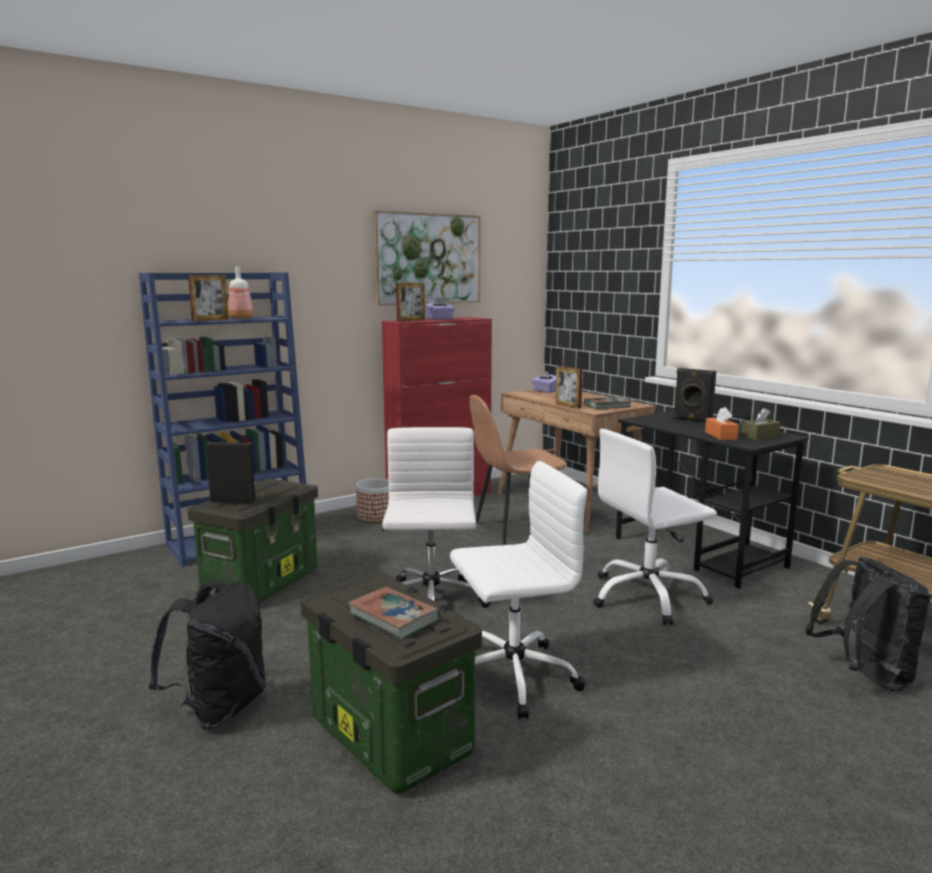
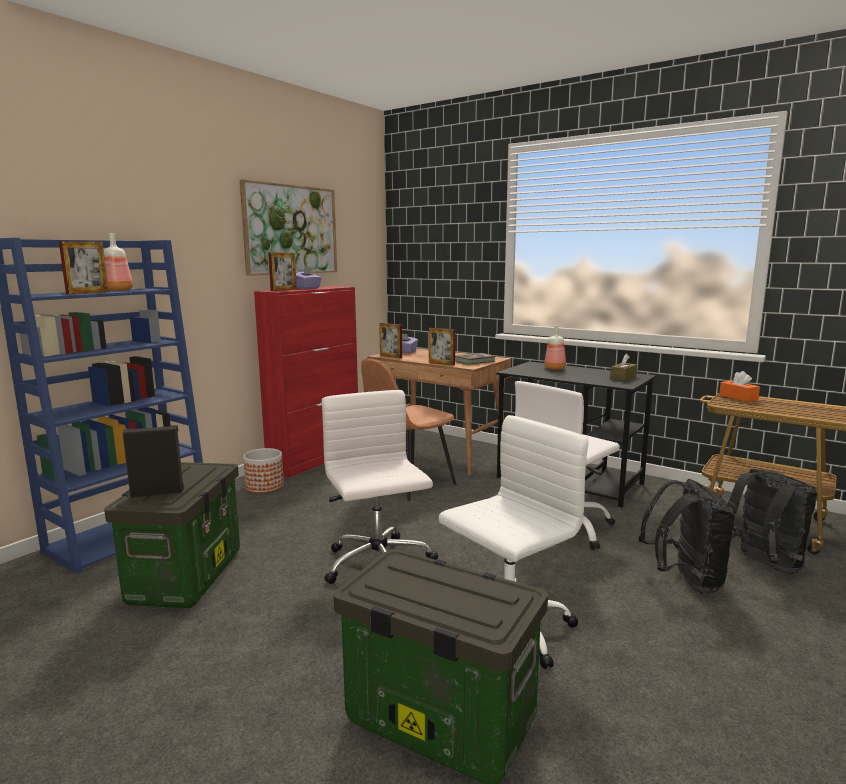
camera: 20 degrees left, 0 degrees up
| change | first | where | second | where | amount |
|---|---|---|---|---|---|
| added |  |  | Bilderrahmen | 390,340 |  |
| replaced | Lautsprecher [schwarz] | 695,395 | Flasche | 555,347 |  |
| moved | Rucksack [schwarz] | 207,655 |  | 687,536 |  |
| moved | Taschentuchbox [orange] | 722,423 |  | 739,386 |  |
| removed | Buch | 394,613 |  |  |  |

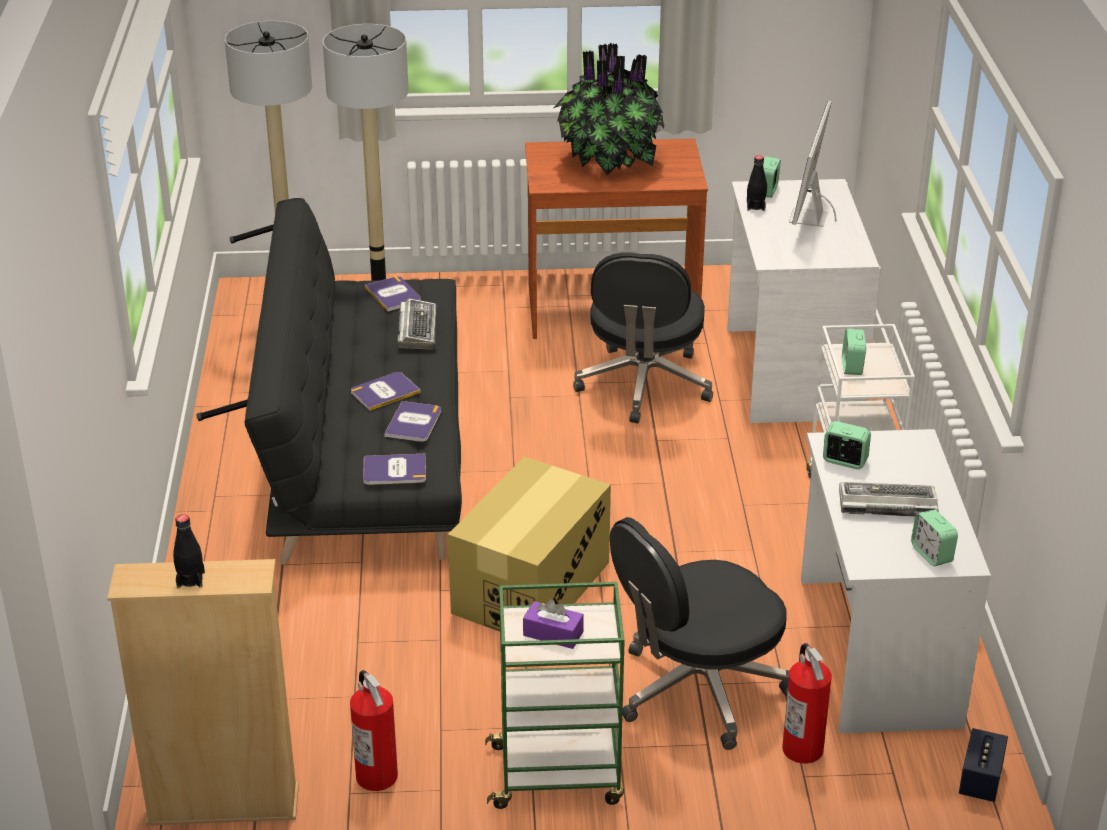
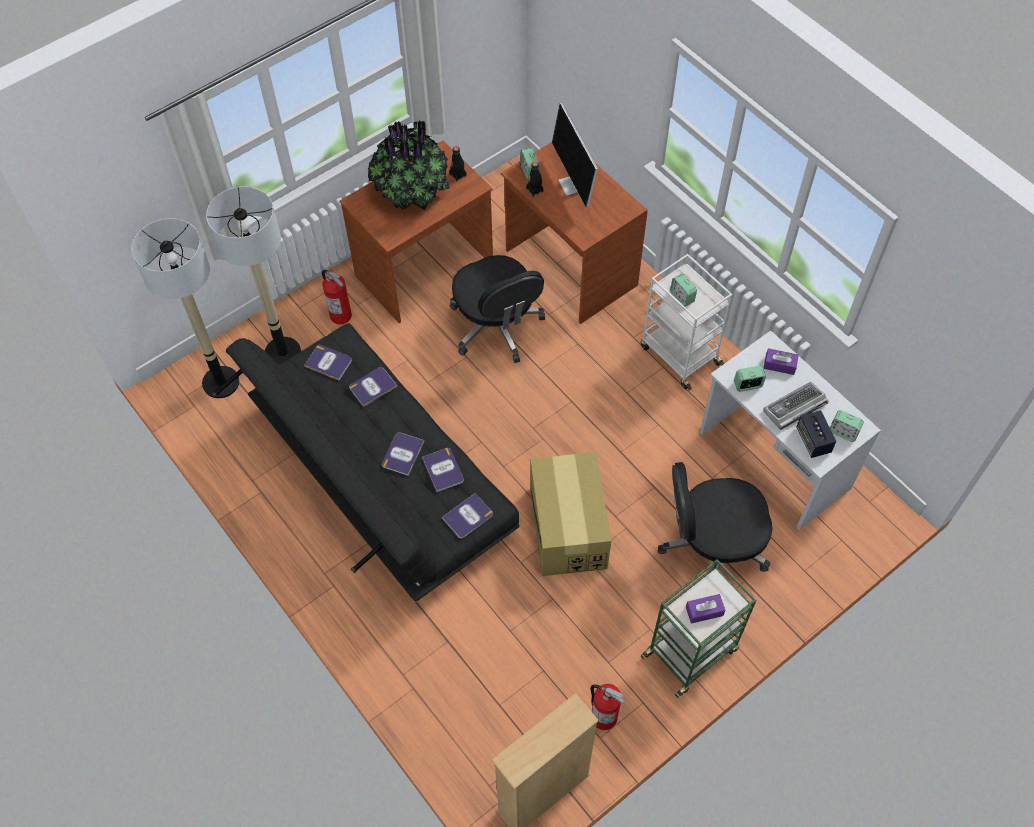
camera: 35 degrees left, 25 degrees up
| change | first | where | second | where | amount |
|---|---|---|---|---|---|
| moved | Feuerlöscher | 807,703 |  | 337,297 |  |
| replaced | Tastatur | 417,324 | Buch | 373,387 |  |
| moved | Flasche [schwarz] | 189,551 |  | 457,164 |  |
| recoloured | Schreibtisch [weiß] | 804,301 | Schreibtisch [braun] | 574,233 |  |
| turned | Bürostuhl [schwarz] | 699,633 |  | 715,517 | 60 degrees clockwise |
| added |  |  | Taschentuchbox [lila] | 781,361 |  |
| moved | Lautsprecher | 983,765 |  | 816,434 |  |

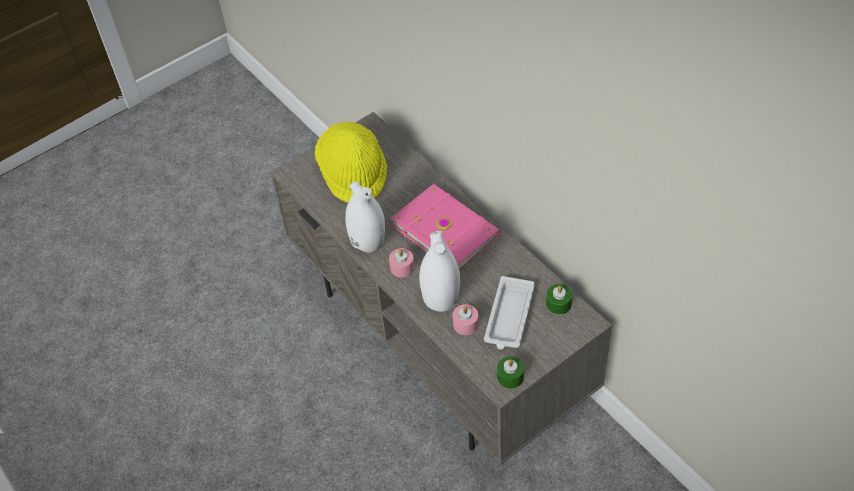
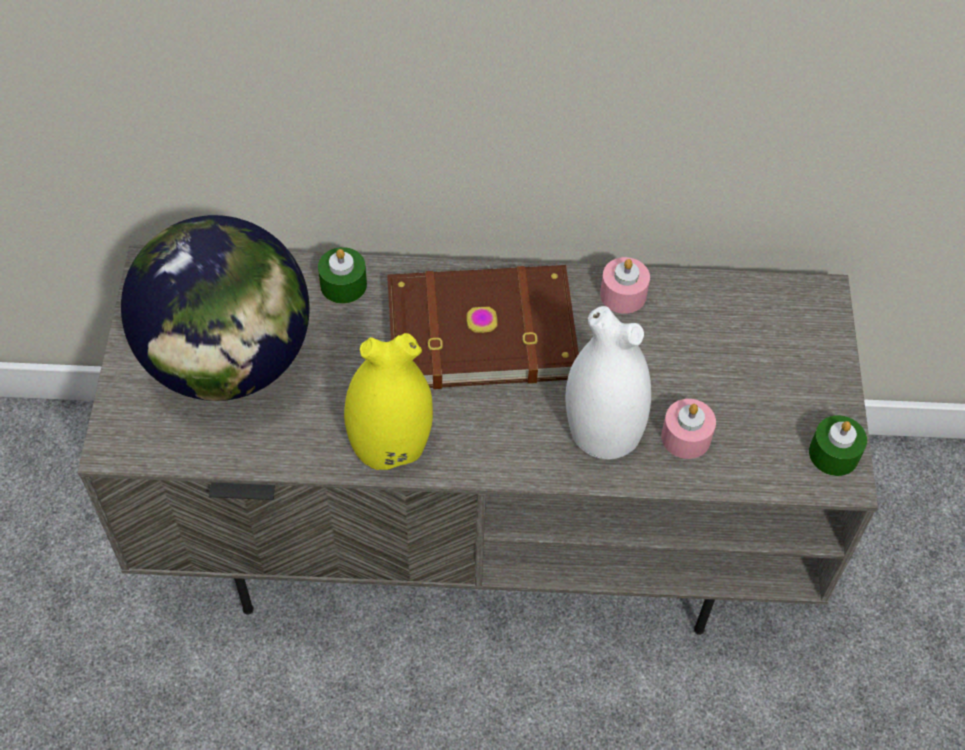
camera: 55 degrees left, 5 degrees up
| change | first | where | second | where | amount |
|---|---|---|---|---|---|
| replaced | Hut [gelb] | 351,162 | Globus | 215,308 |  |
| moved | Kerze [grün] | 559,299 |  | 342,275 |  |
| recoloured | Vase [weiß] | 365,217 | Vase [gelb] | 388,401 |  |
| recoloured | Buch [rosa] | 446,227 | Buch [braun] | 483,327 |  |
| moved | Kerze [rosa] | 401,262 |  | 625,285 |  |
| removed | Tablett [weiß] | 509,313 |  |  |  |

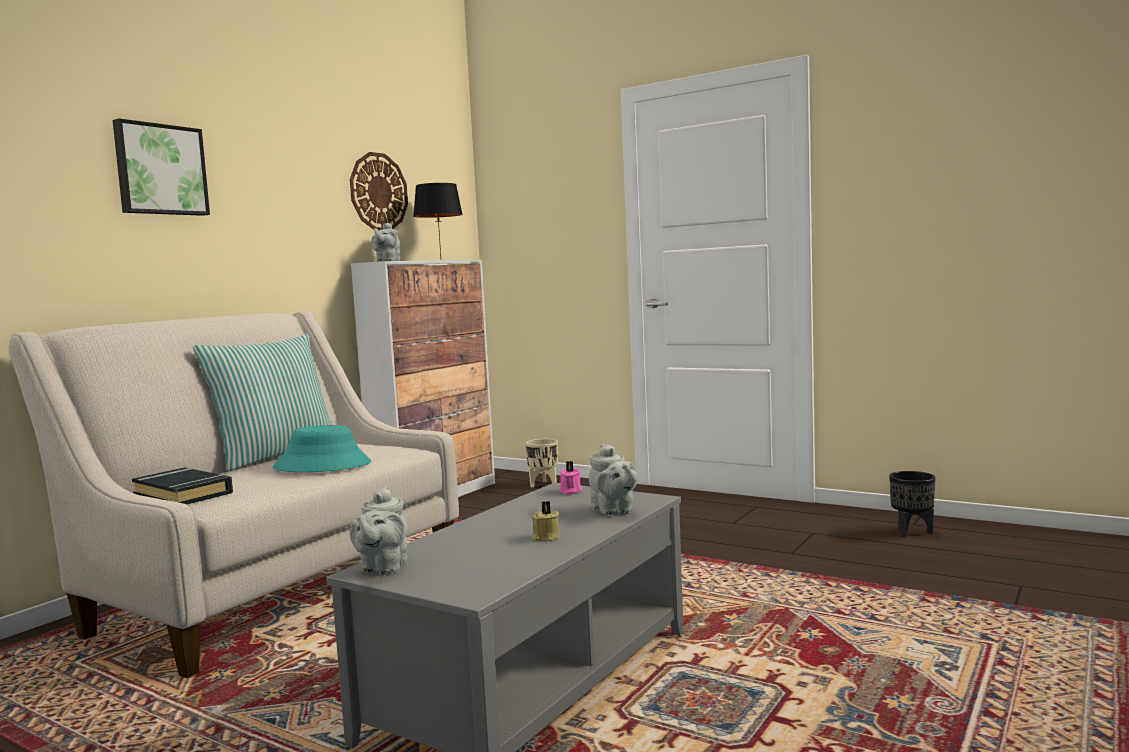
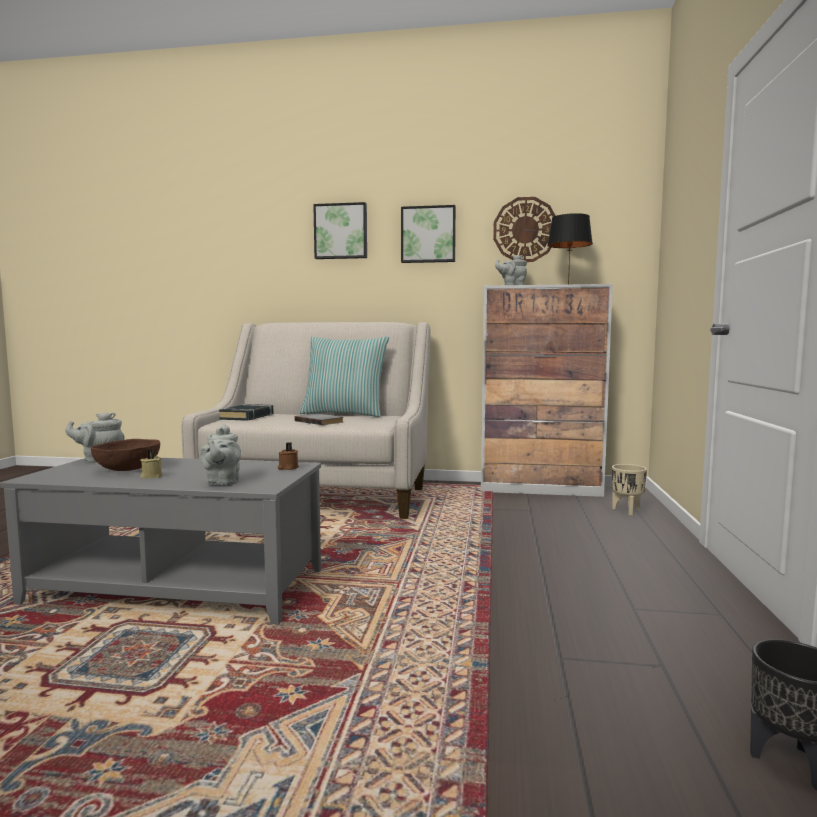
camera: 65 degrees right, 0 degrees up
| change | first | where | second | where | amount |
|---|---|---|---|---|---|
| added |  |  | Schüssel [braun] | 125,455 |  |
| turned | Teekanne [grau] | 613,479 |  | 220,455 | 45 degrees counterclockwise |
| recoloured | Kerze [rosa] | 571,477 | Kerze [braun] | 288,456 |  |
| replaced | Hut [türkis] | 322,448 | Buch [grau] | 318,419 |  |
| added |  |  | Bild | 428,234 |  |

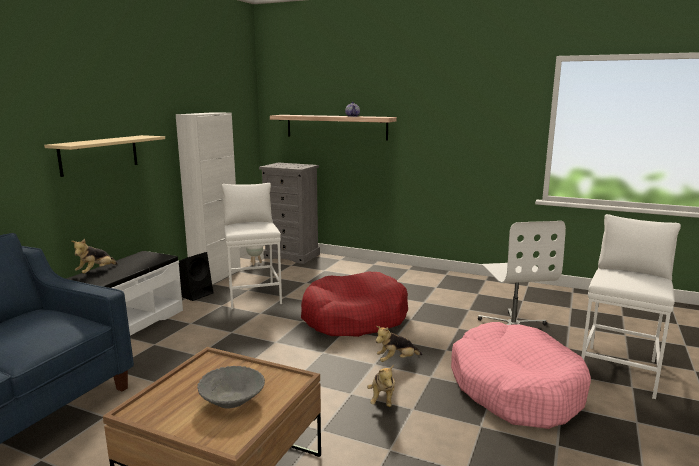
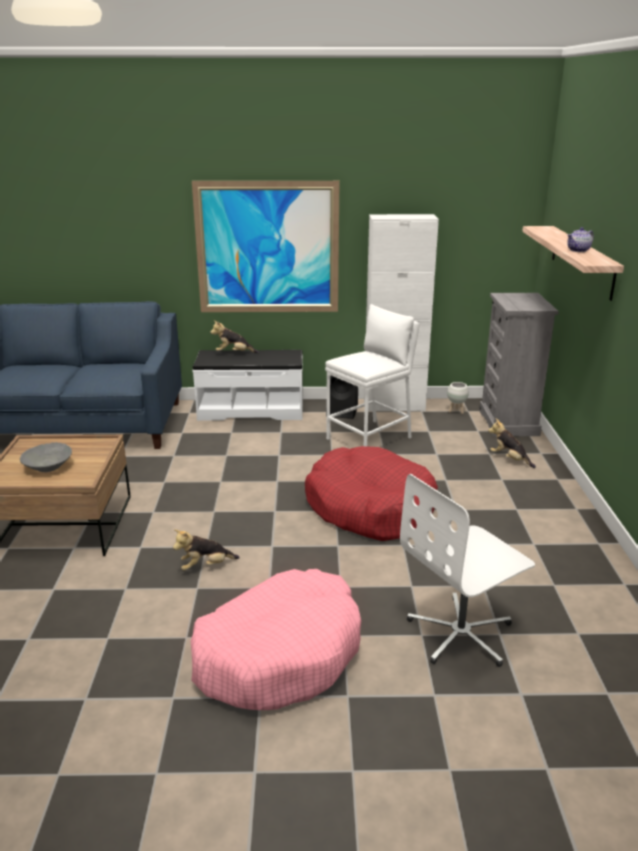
camera: 65 degrees right, 10 degrees up
| change | first | where | second | where | amount |
|---|---|---|---|---|---|
| replaced | Wandregal [beige] | 104,156 | Bild | 266,246 |  |
| moved | Plüschtier | 399,344 |  | 512,443 |  |
| removed | Hocker [weiß] | 631,306 |  |  |  |

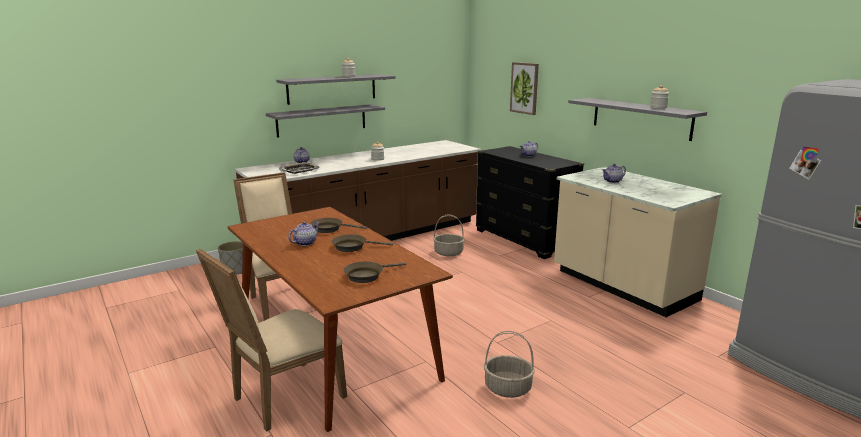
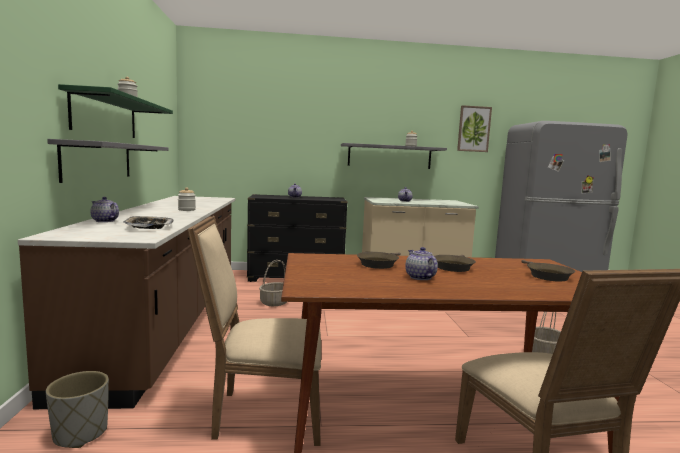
camera: 60 degrees left, 10 degrees down
| change | first | where | second | where | amount |
|---|---|---|---|---|---|
| recoloured | Wandregal [grau] | 336,89 | Wandregal [grün] | 115,111 |  |
| moved | Bild | 524,88 |  | 474,128 |  |

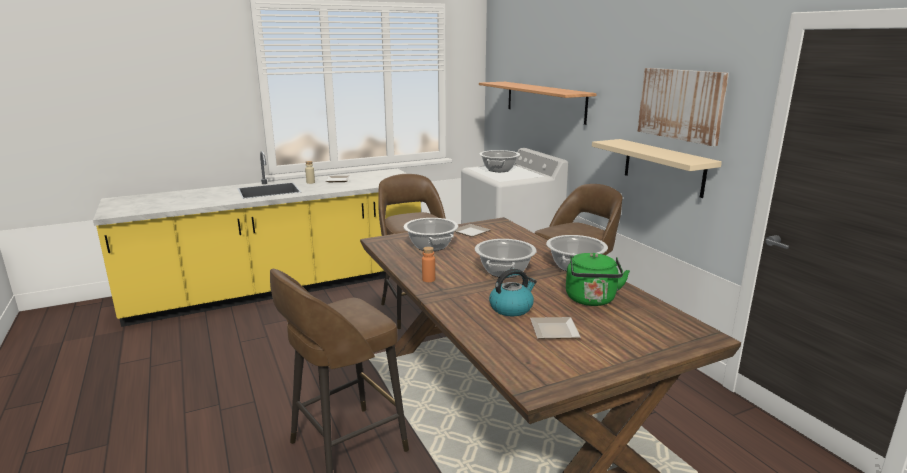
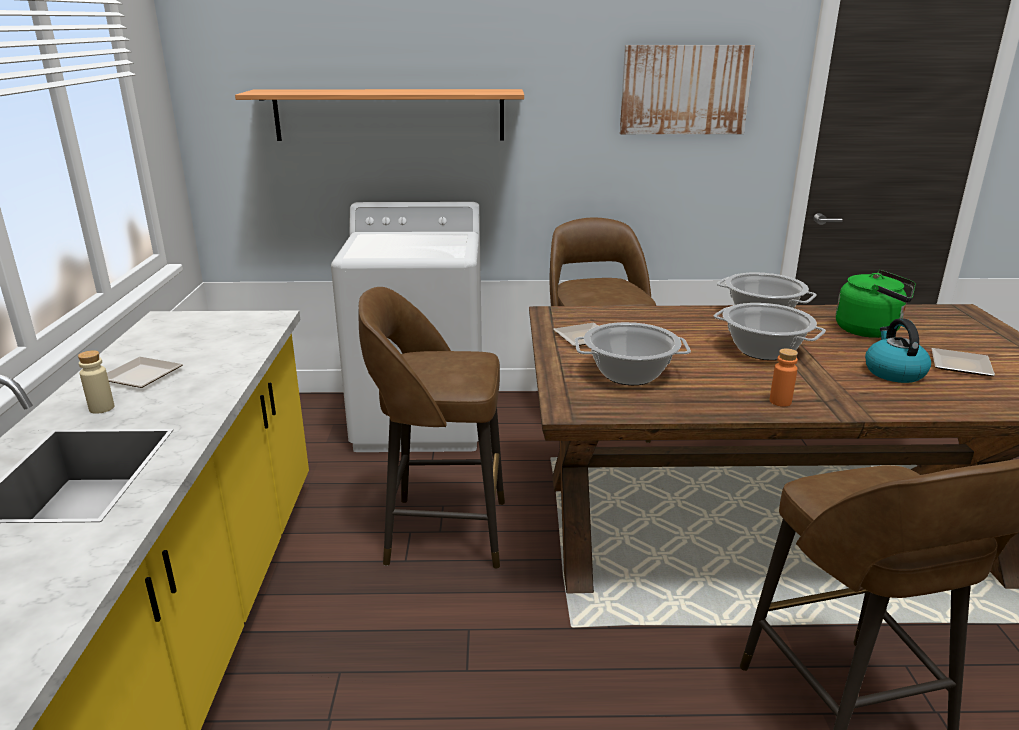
camera: 65 degrees left, 5 degrees up
| change | first | where | second | where | amount |
|---|---|---|---|---|---|
| removed | Kochtopf | 499,161 |  |  |  |
| removed | Wandregal [beige] | 657,168 |  |  |  |

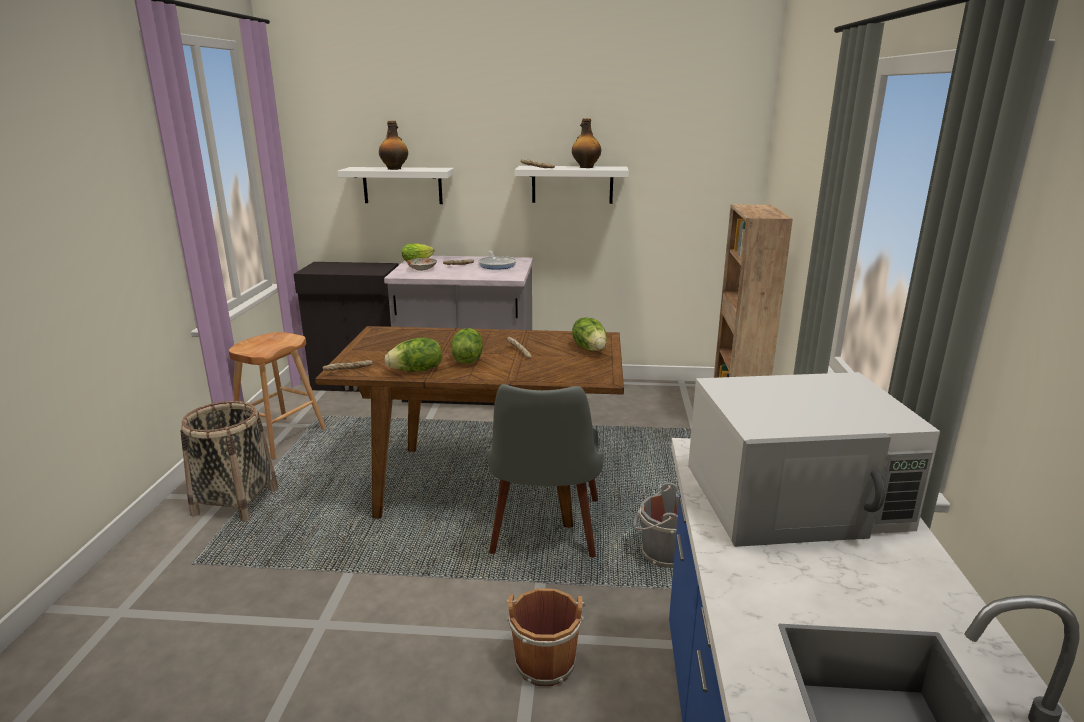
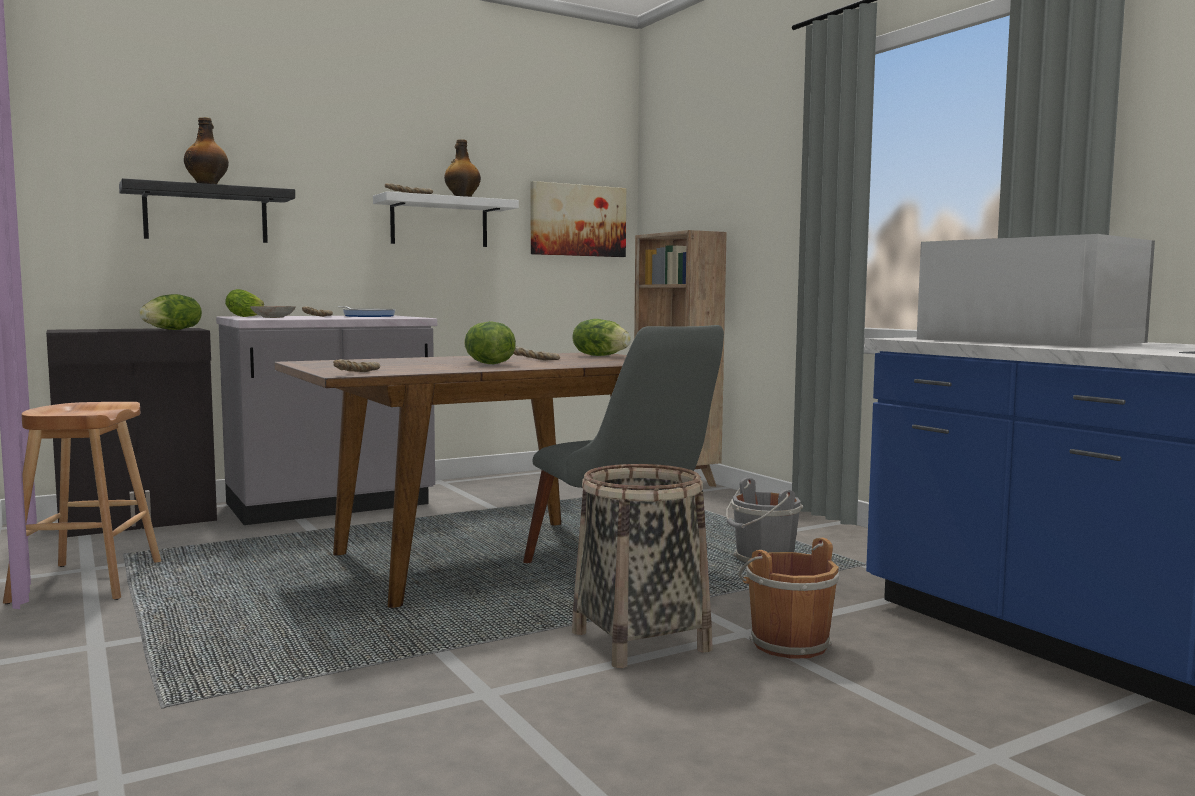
camera: 35 degrees left, 15 degrees down
| change | first | where | second | where | amount |
|---|---|---|---|---|---|
| recoloured | Wandregal [weiß] | 396,185 | Wandregal [schwarz] | 207,210 |  |
| moved | Salatkopf | 413,355 |  | 170,312 |  |
| added |  |  | Bild | 578,219 |  |
| moved | Korb | 229,461 |  | 642,566 |  |
| turned | Mikrowelle [weiß] | 814,459 |  | 1036,290 | 90 degrees counterclockwise |

